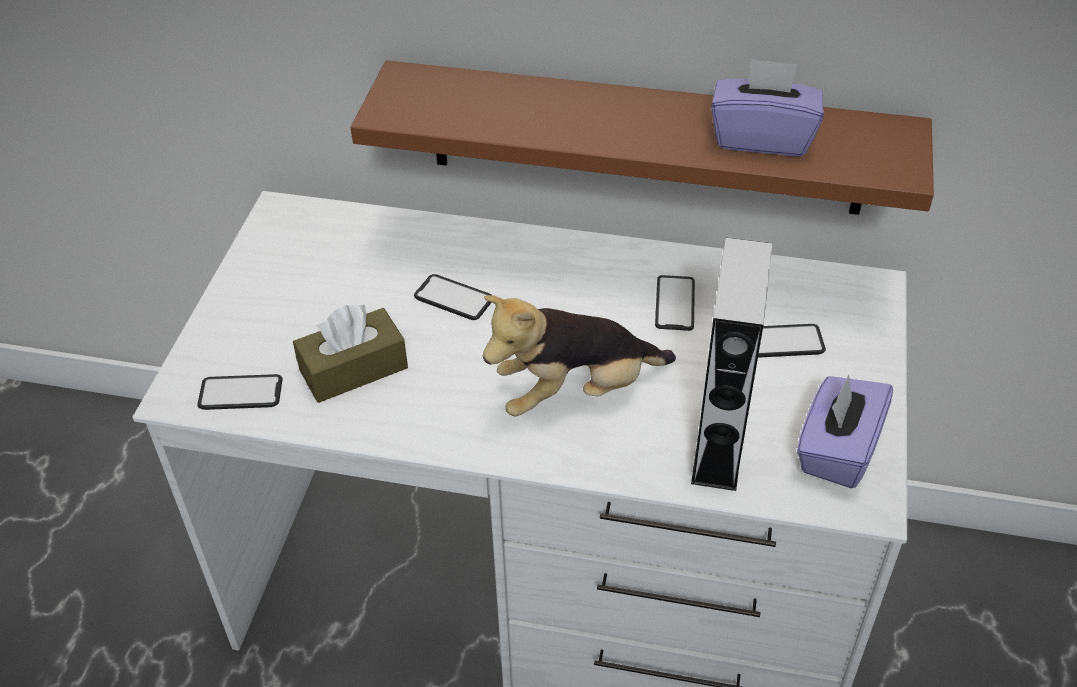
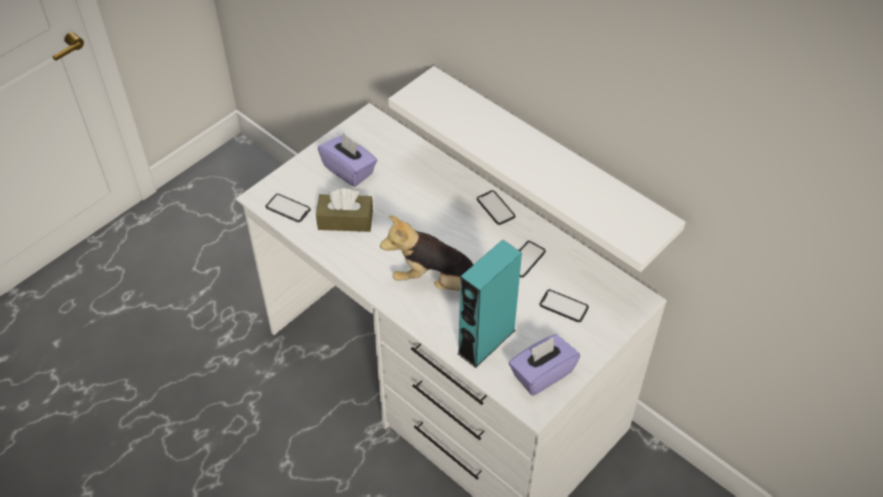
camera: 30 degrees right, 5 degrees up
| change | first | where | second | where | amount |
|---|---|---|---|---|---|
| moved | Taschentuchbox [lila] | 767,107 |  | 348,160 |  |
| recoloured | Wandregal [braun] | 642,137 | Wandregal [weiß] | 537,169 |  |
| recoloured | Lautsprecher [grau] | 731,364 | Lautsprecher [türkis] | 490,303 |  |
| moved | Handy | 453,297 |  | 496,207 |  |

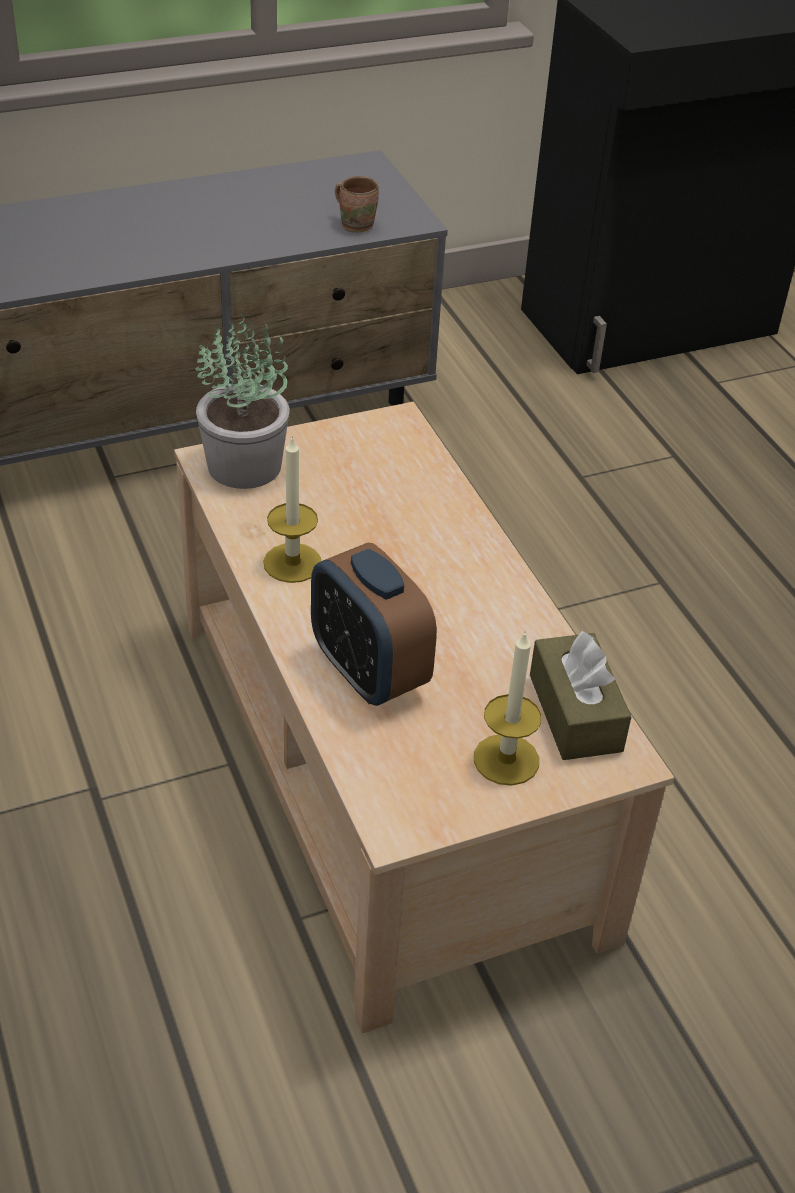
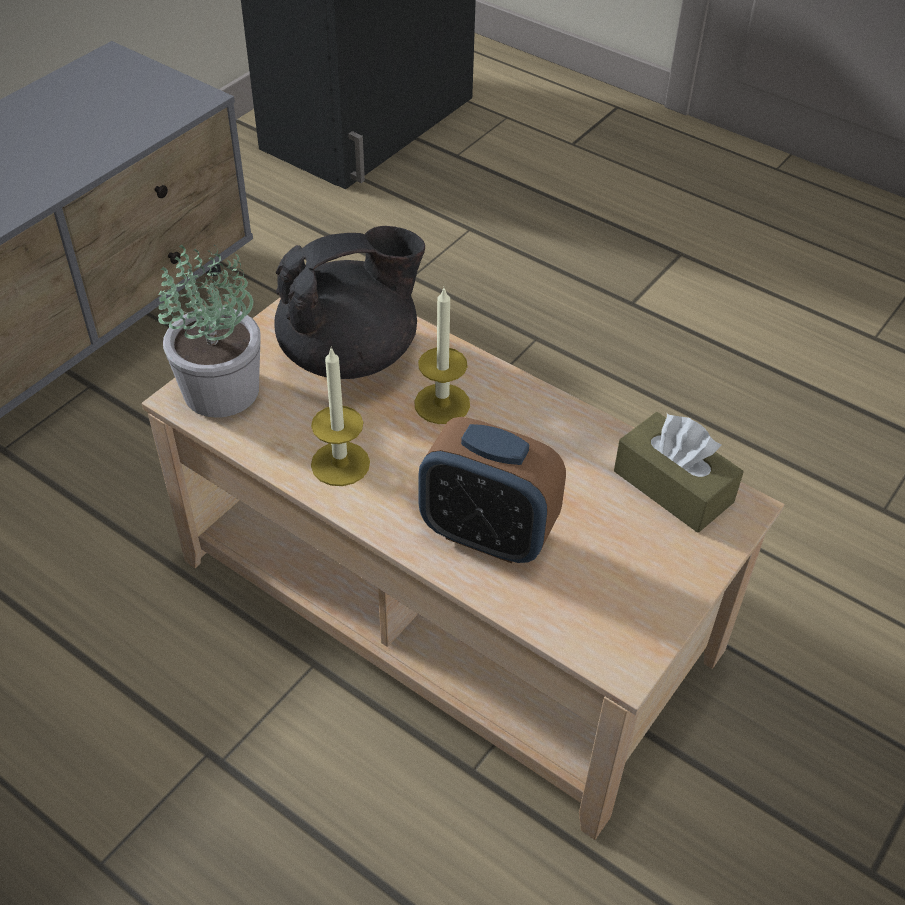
camera: 30 degrees left, 5 degrees up
| change | first | where | second | where | amount |
|---|---|---|---|---|---|
| added |  |  | Teekanne [schwarz] | 349,302 |  |
| moved | Kerze | 508,708 |  | 442,356 |  |
| removed | Henkelbecher [braun] | 357,204 |  |  |  |

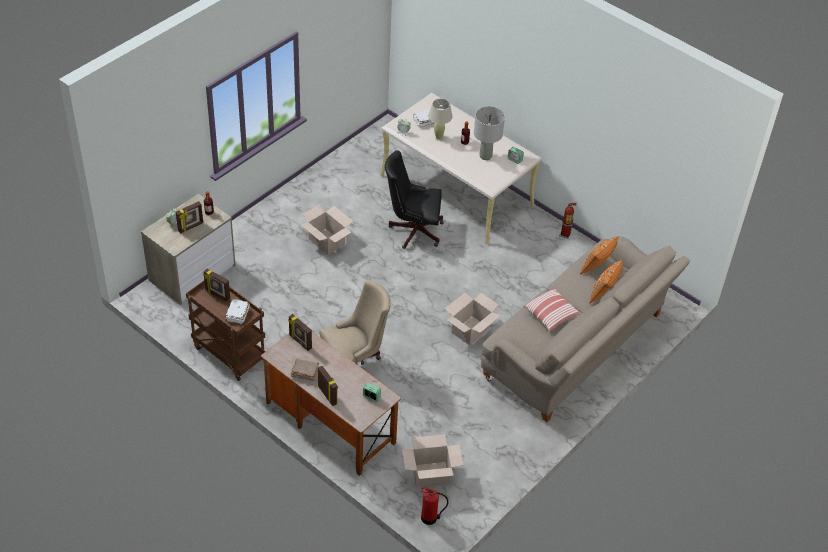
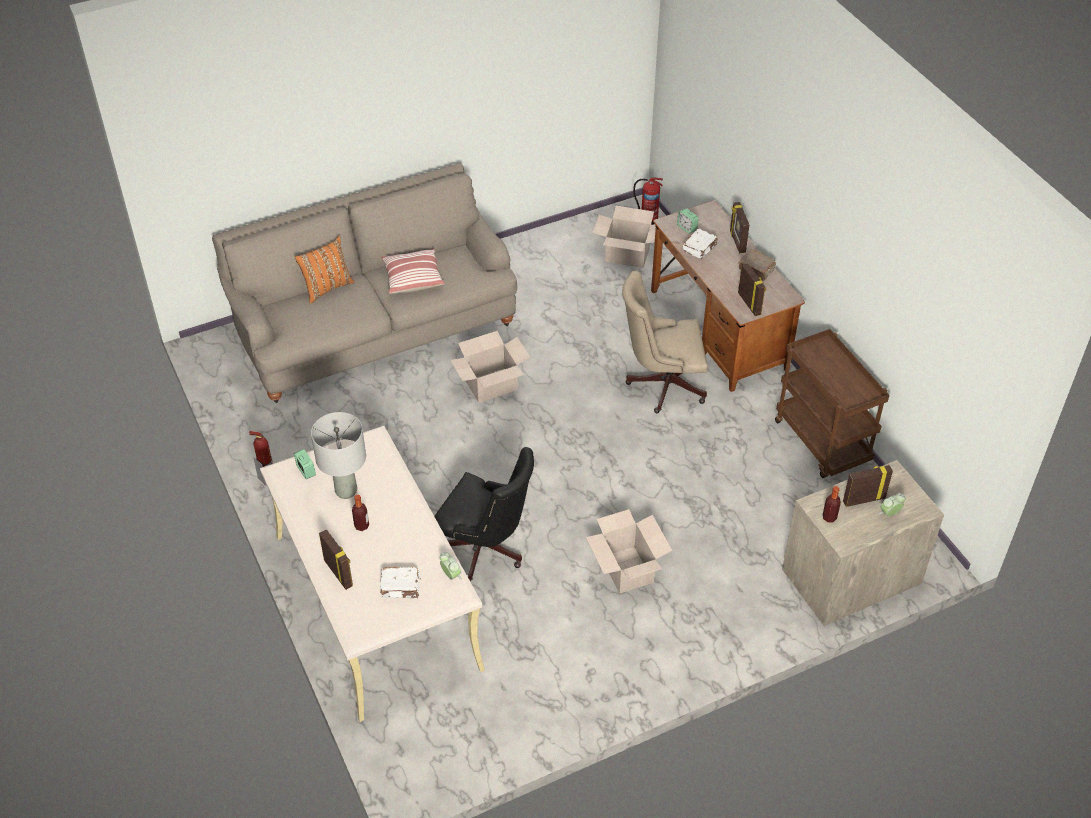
camera: 155 degrees left, 0 degrees up
| change | first | where | second | where | amount |
|---|---|---|---|---|---|
| moved | Bilderrahmen | 216,285 |  | 336,560 |  |
| moved | Buch [weiß] | 238,311 |  | 700,244 |  |
| removed | Tischlampe [beige] | 440,120 |  |  |  |
| removed | Kissen [orange] | 599,255 |  |  |  |

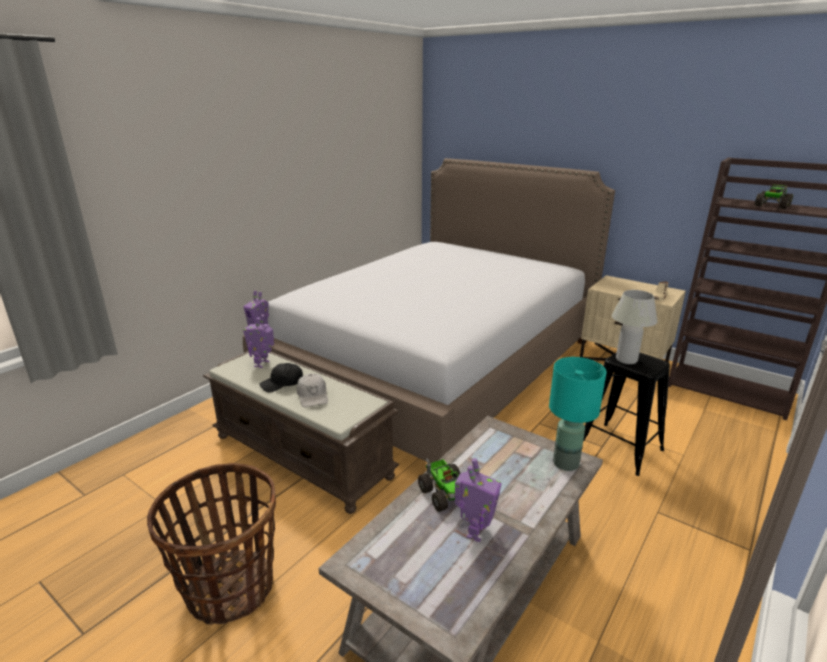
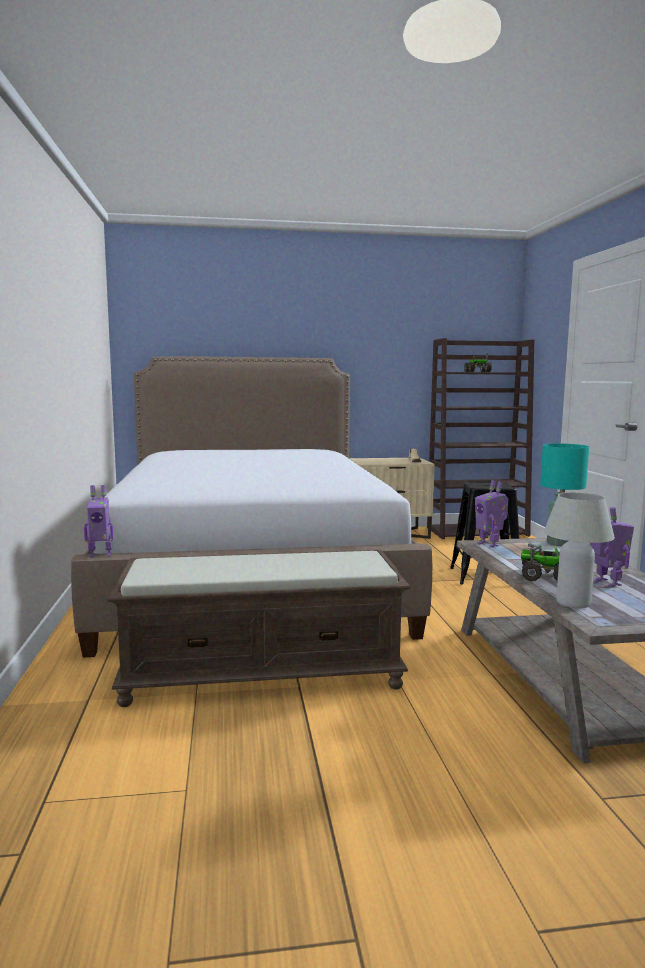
camera: 45 degrees left, 15 degrees down
| change | first | where | second | where | amount |
|---|---|---|---|---|---|
| moved | Spielzeugroboter | 258,341 |  | 492,514 |  |
| moved | Tischlampe [weiß] | 635,327 |  | 579,550 |  |
| removed | Korb | 211,543 |  |  |  |
| removed | Kappe [schwarz] | 281,377 |  |  |  |
| removed | Kappe [weiß] | 312,391 |  |  |  |

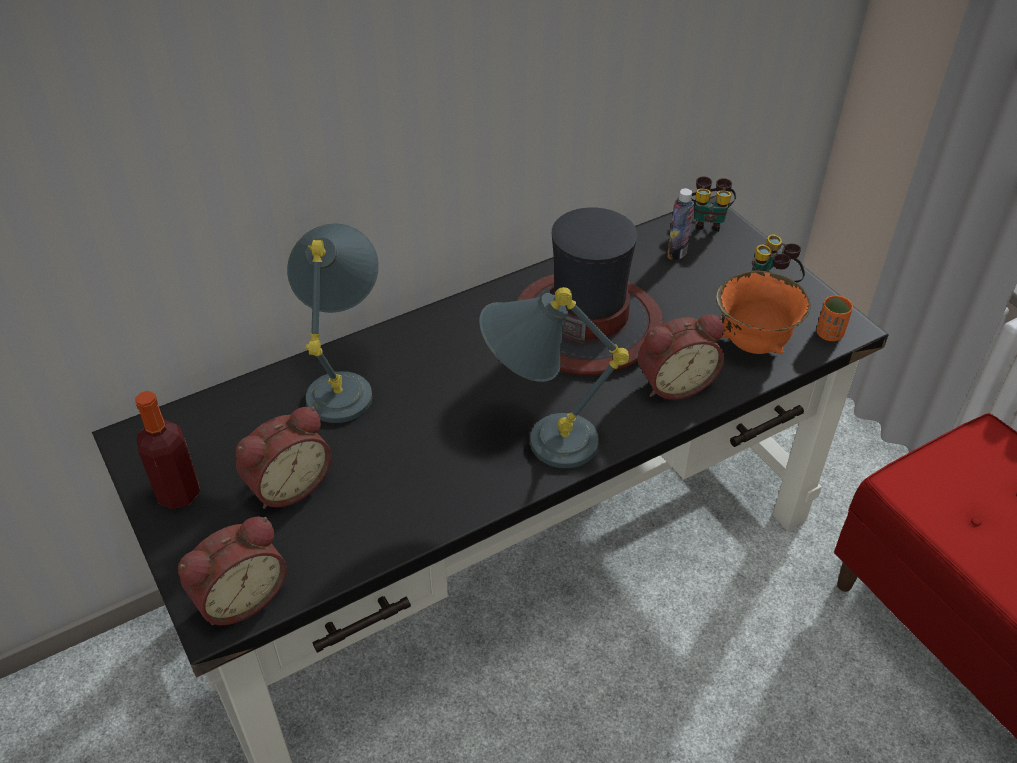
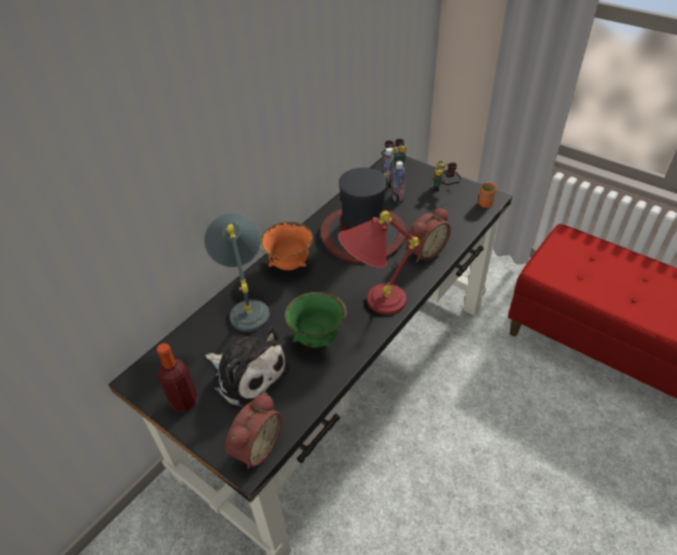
camera: 20 degrees left, 0 degrees up
| change | first | where | second | where | amount |
|---|---|---|---|---|---|
| replaced | Wecker | 284,458 | Plüschtier | 247,367 |  |
| moved | Schüssel [orange] | 763,312 |  | 286,246 |  |
| added |  |  | Schüssel [grün] | 316,320 |  |
| recoloured | Tischlampe [grau] | 554,377 | Tischlampe [rot] | 379,263 |  |
| added |  |  | Flasche | 399,182 |  |

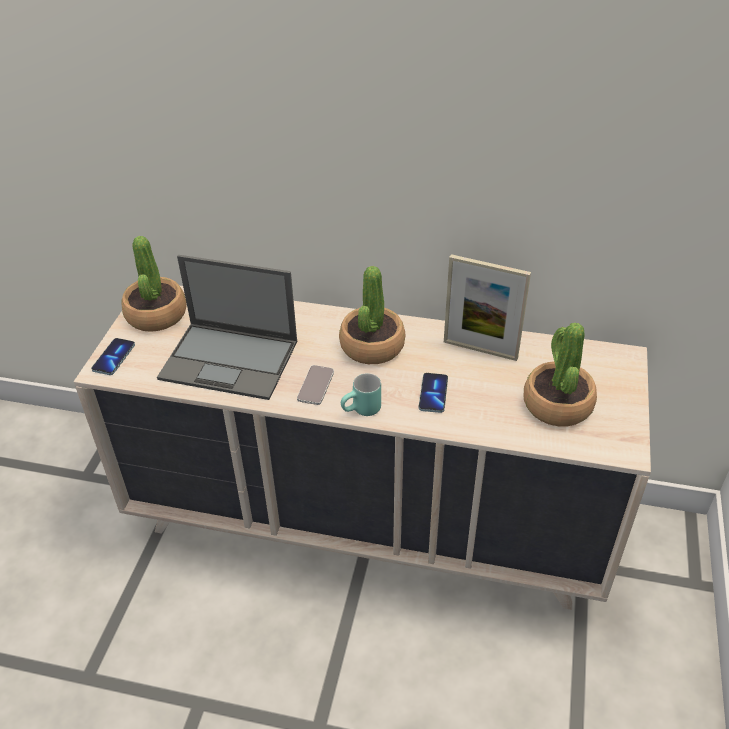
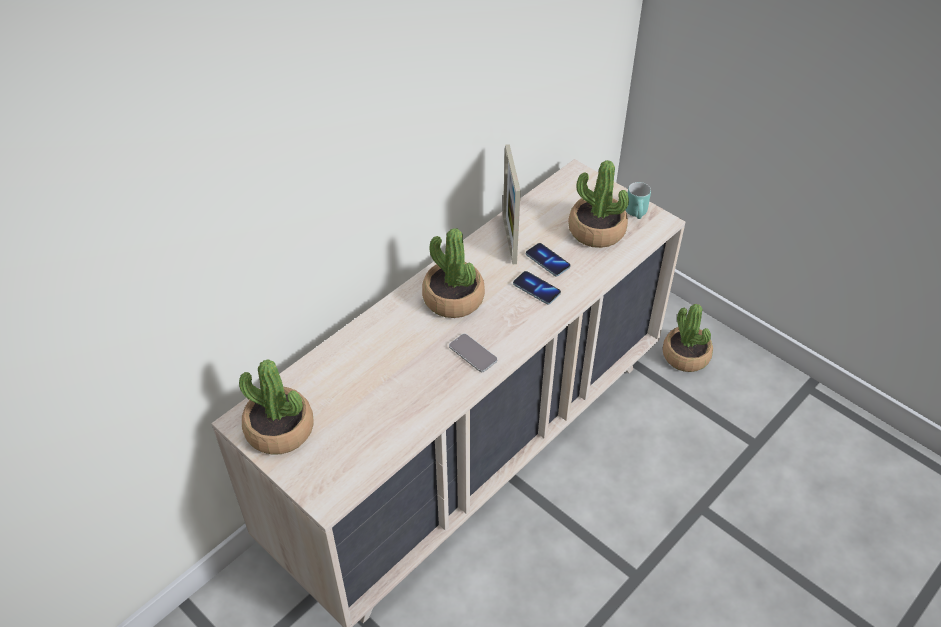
camera: 60 degrees left, 5 degrees up
| change | first | where | second | where | amount |
|---|---|---|---|---|---|
| turned | Bilderrahmen | 487,307 |  | 512,204 | 120 degrees clockwise |
| moved | Handy | 113,356 |  | 548,259 |  |
| moved | Henkelbecher [türkis] | 361,394 |  | 638,200 |  |
| added |  |  | Topfpflanze | 688,338 |  |
| removed | Laptop | 227,327 |  |  |  |

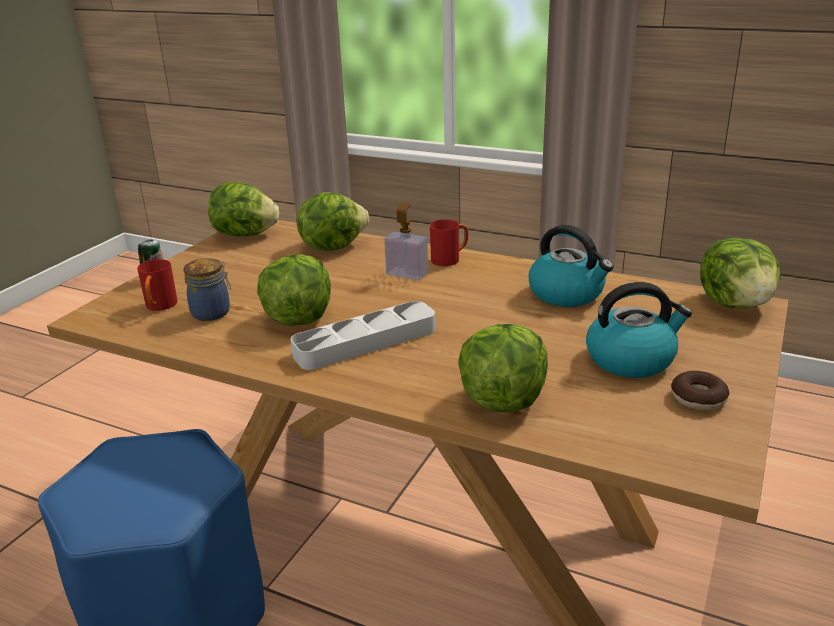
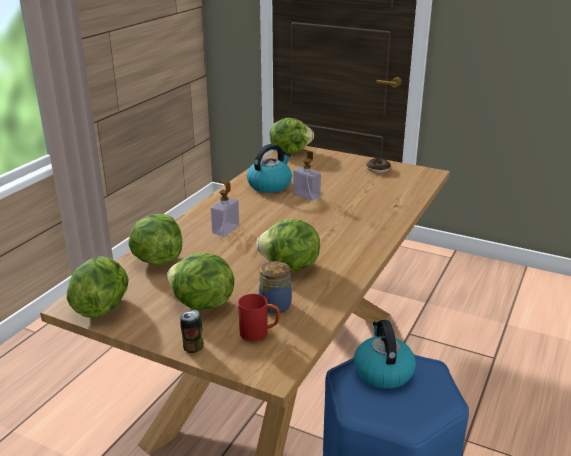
camera: 90 degrees left, 0 degrees up
| change | first | where | second | where | amount |
|---|---|---|---|---|---|
| moved | Salatkopf | 503,368 |  | 200,281 |  |
| added |  |  | Seifenspender | 307,175 |  |
| moved | Wasserkessel | 639,330 |  | 385,354 |  |
| removed | Tablett [grau] | 363,335 |  |  |  |
| removed | Henkelbecher [rot] | 449,242 |  |  |  |

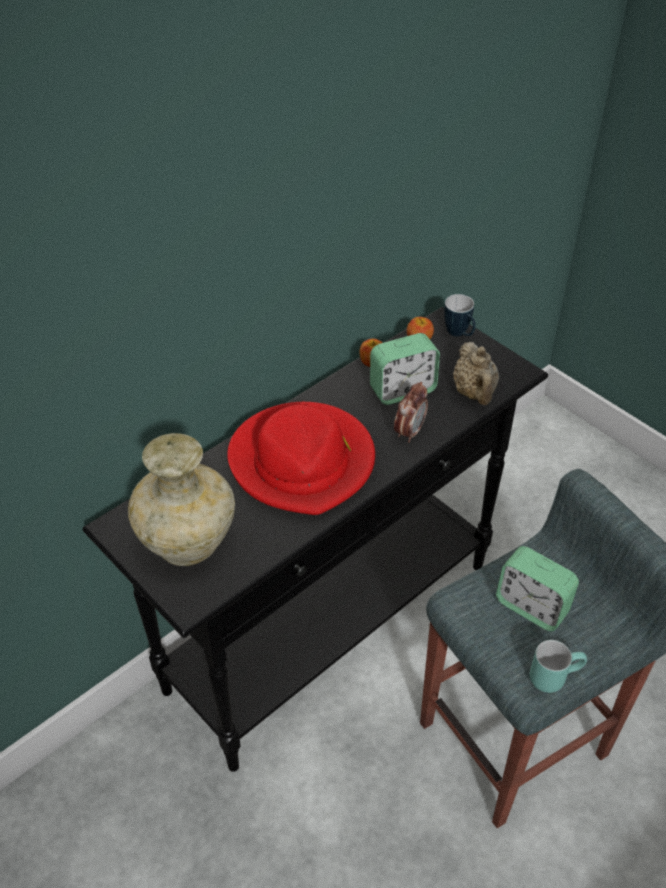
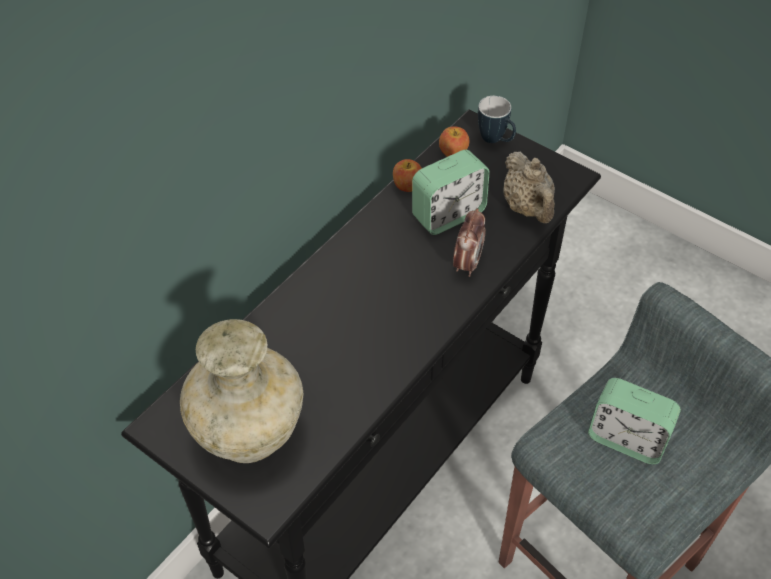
camera: 10 degrees left, 5 degrees up
| change | first | where | second | where | amount |
|---|---|---|---|---|---|
| removed | Hut [rot] | 301,458 |  |  |  |
| removed | Henkelbecher [türkis] | 558,666 |  |  |  |

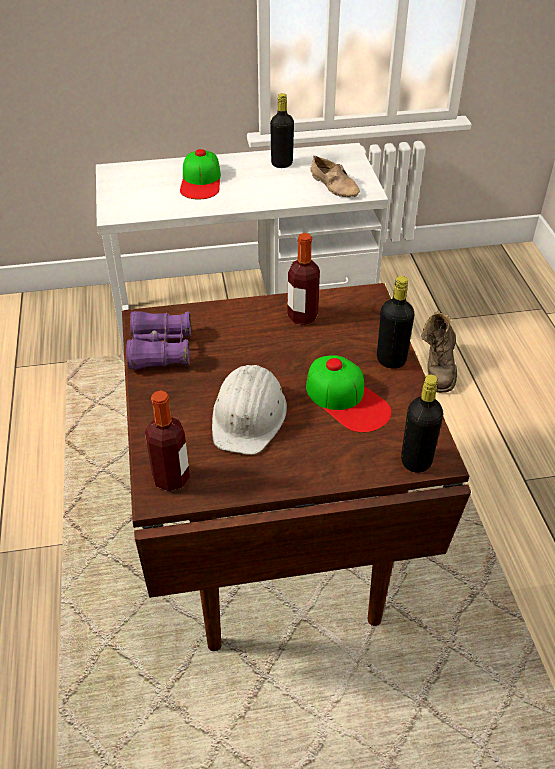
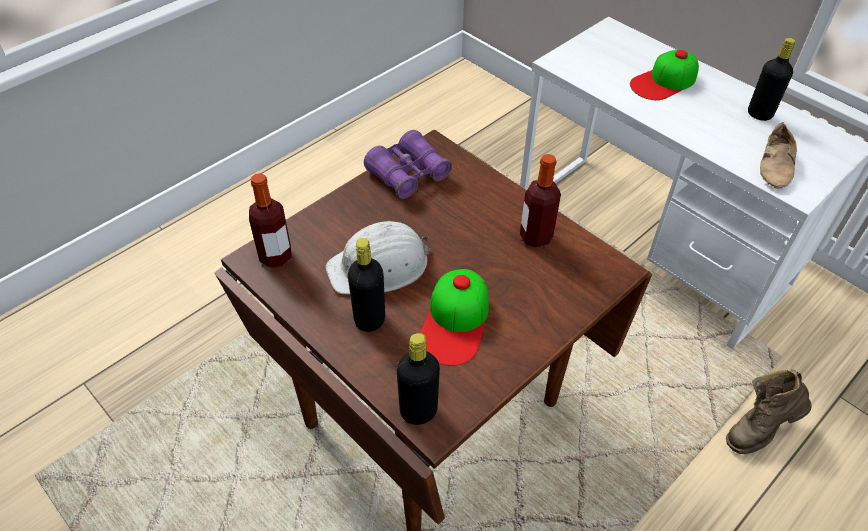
camera: 55 degrees right, 5 degrees up
| change | first | where | second | where | amount |
|---|---|---|---|---|---|
| moved | Flasche [schwarz] | 395,322 |  | 366,285 |  |

